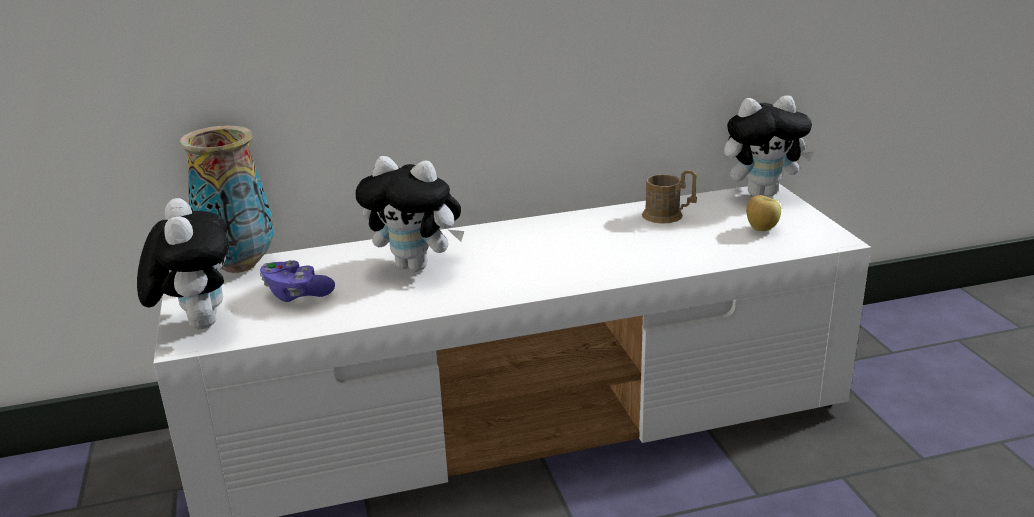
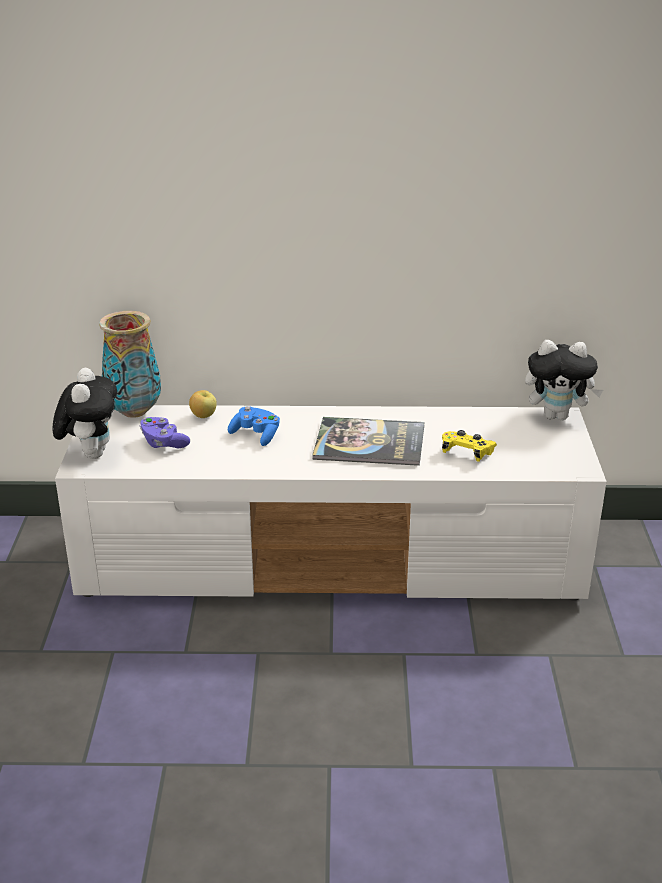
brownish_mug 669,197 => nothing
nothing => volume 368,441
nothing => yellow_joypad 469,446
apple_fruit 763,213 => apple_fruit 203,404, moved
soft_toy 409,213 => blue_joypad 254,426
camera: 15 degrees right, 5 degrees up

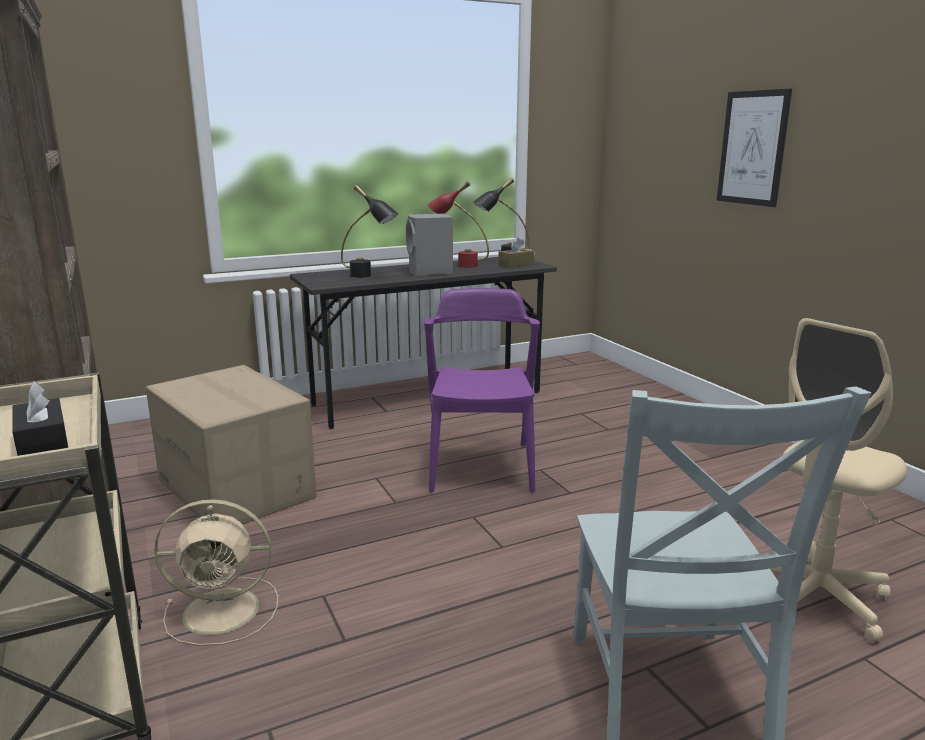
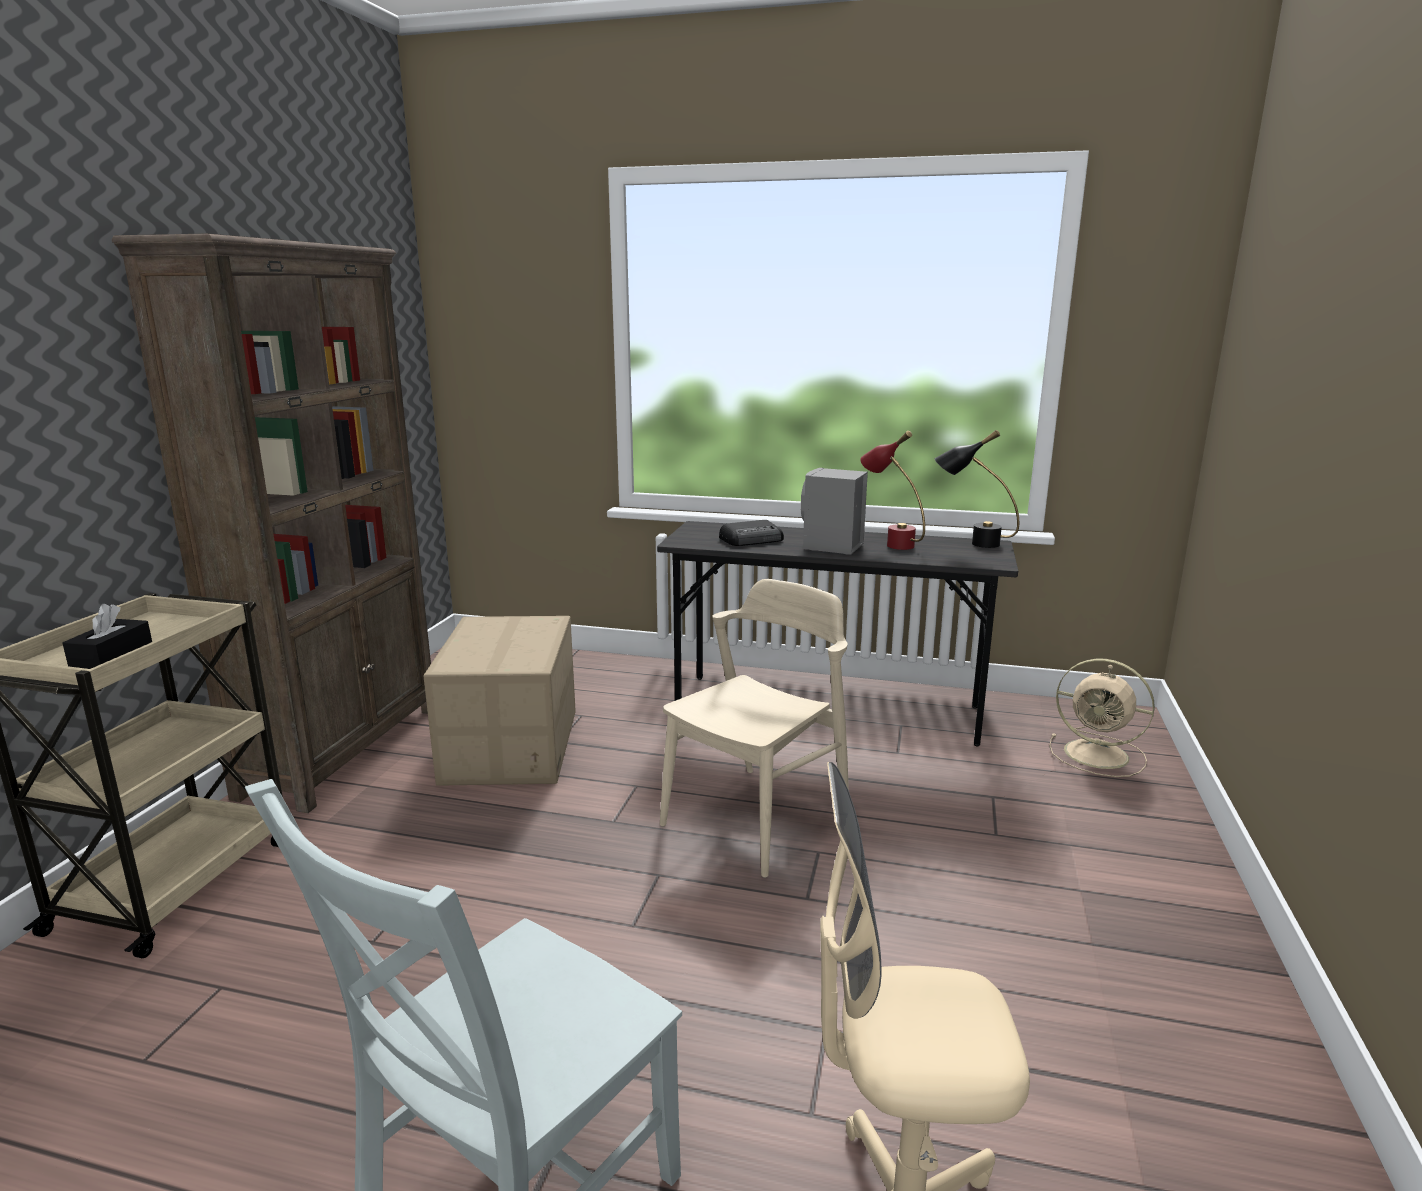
brownish_tissue_box 516,252 => nothing
picture 754,148 => nothing
beige-coloured_fan 216,572 => beige-coloured_fan 1102,718, moved
black-coloured_lamp_for_a_table 369,231 => radio_set 751,533
purplish_plain_chair 482,390 => beige-coloured_plain_chair 754,728
camera: 40 degrees right, 0 degrees up

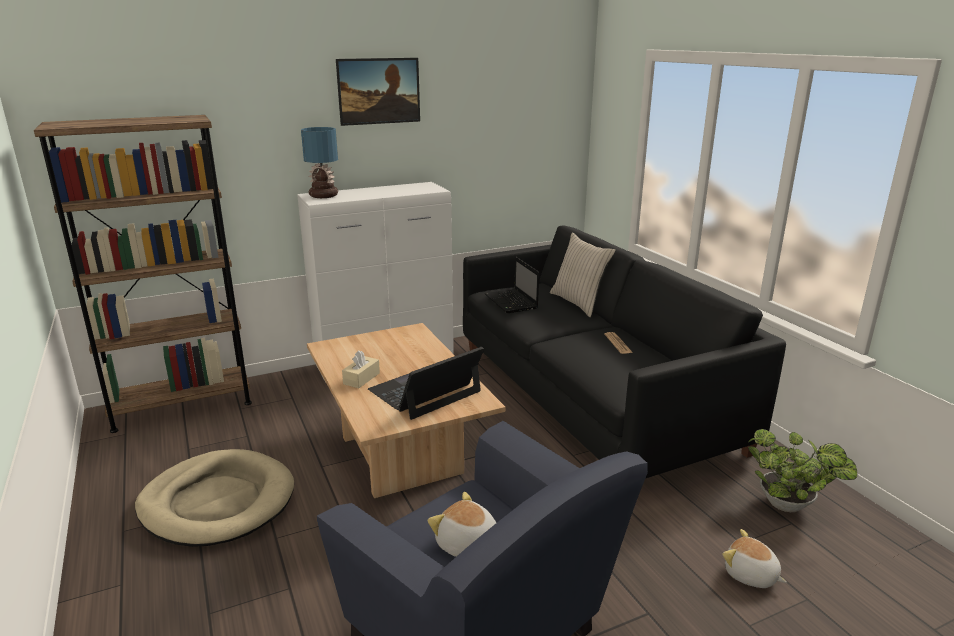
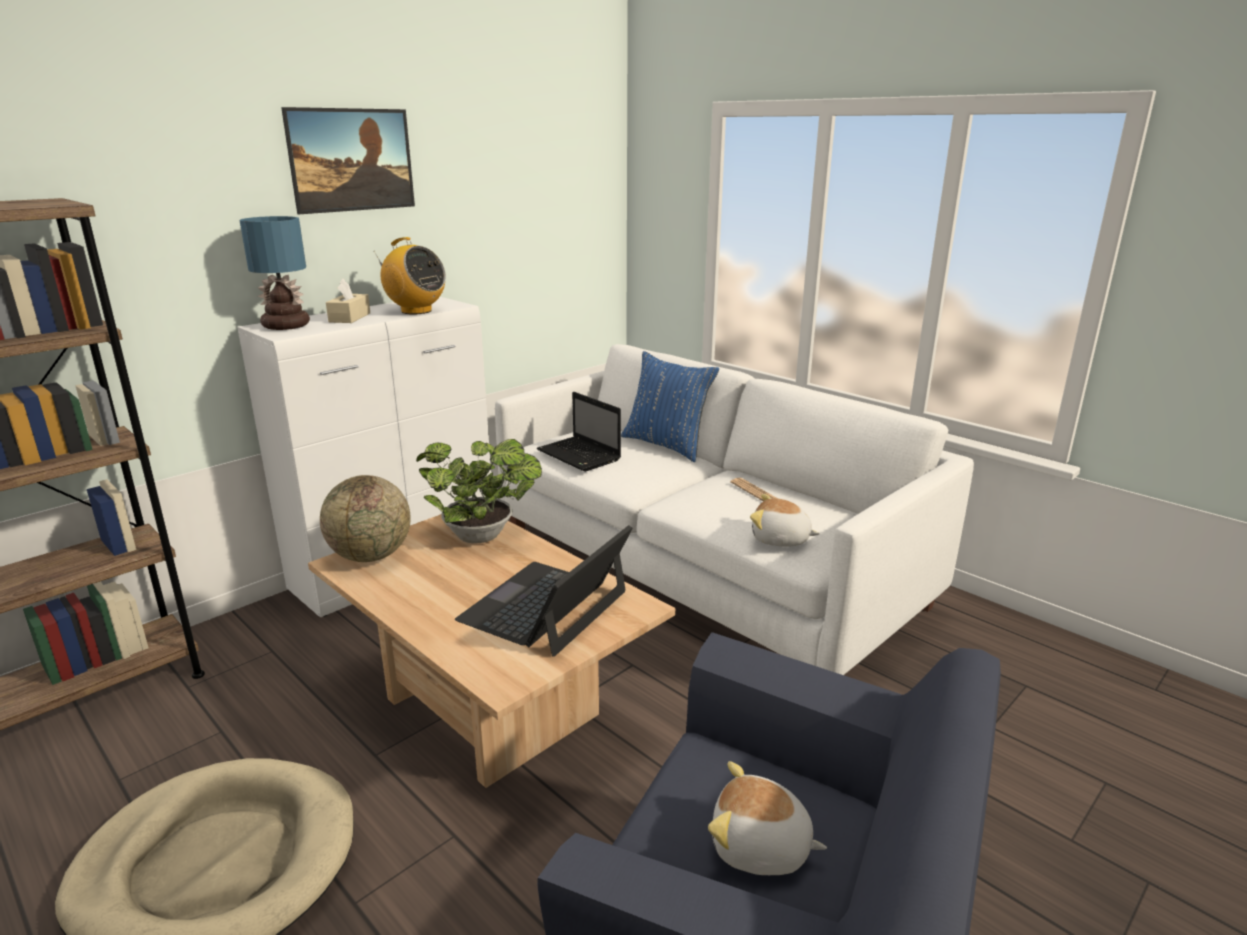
nothing => desk_globe 365,518
nothing => radio_set 410,275
beige-coloured_tissue_box 361,369 => beige-coloured_tissue_box 348,301, moved
soft_toy 754,558 => soft_toy 784,520, moved
houseplant 802,470 => houseplant 479,491, moved
black-coloured_sofa 624,352 => white-coloured_sofa 734,509
beige-coloured_throw_pillow 583,275 => blue_throw_pillow 670,406
camera: 20 degrees left, 0 degrees up

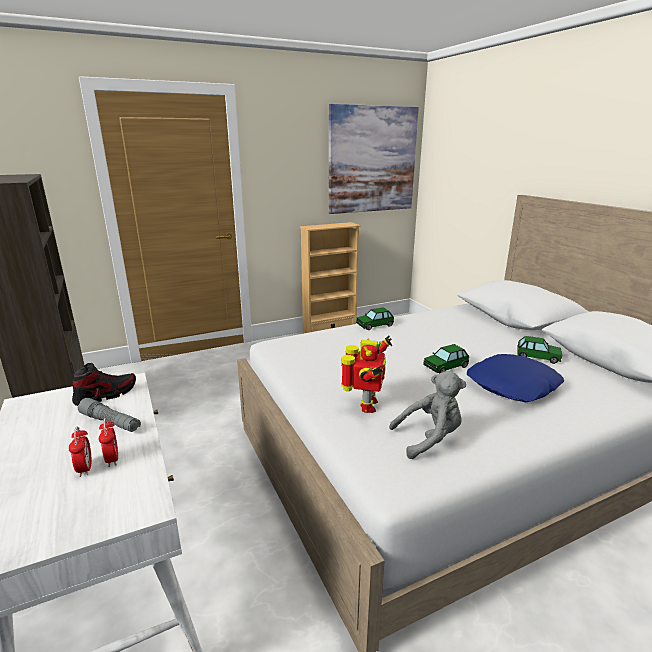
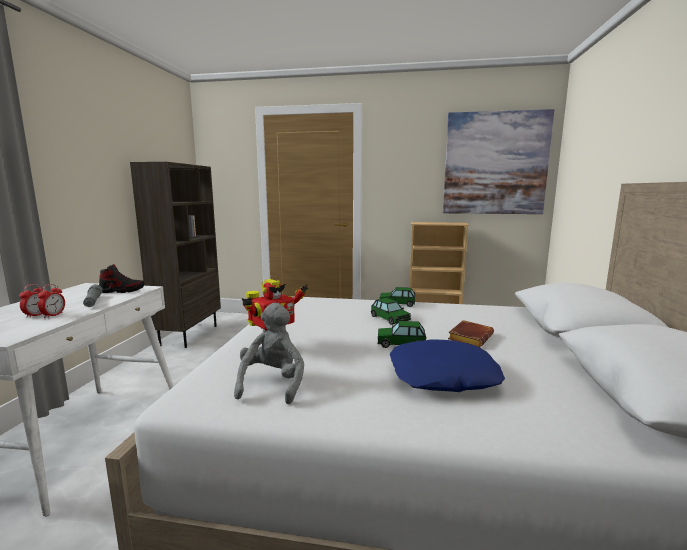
nothing => brownish_volume 471,334
toy_car 539,350 => toy_car 391,311, moved
greyish_soft_toy 427,415 => greyish_soft_toy 269,353, 105 degrees counterclockwise
camera: 35 degrees right, 10 degrees down

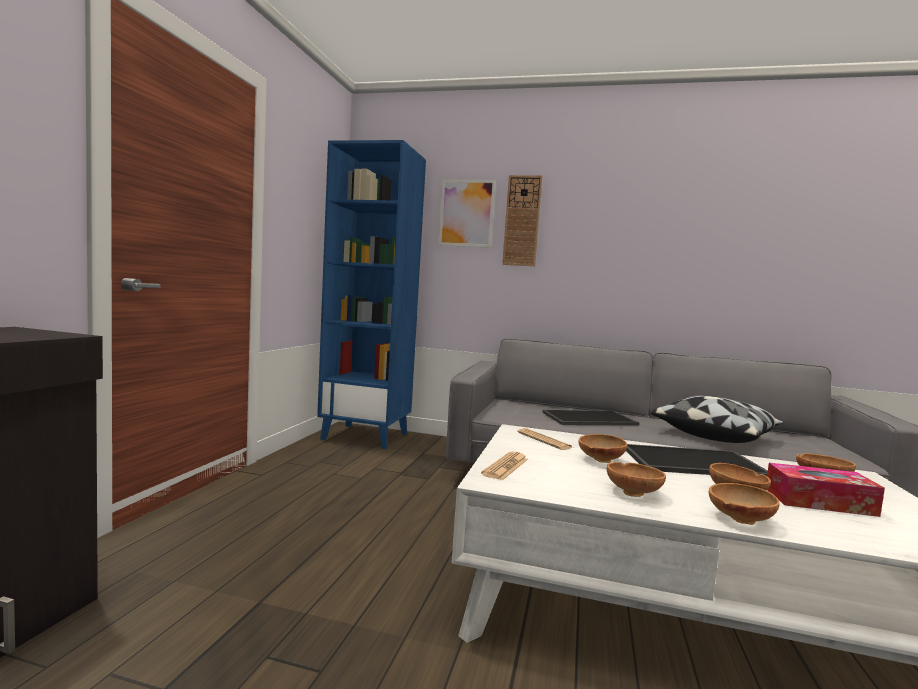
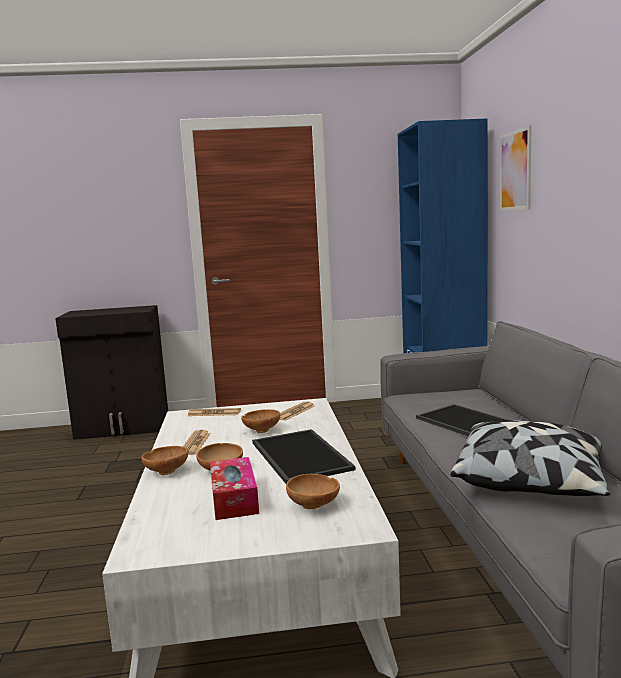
clock_on_the_wall 522,220 => nothing
brownish_bowl 636,479 => newspaper 197,442
camera: 70 degrees right, 5 degrees up

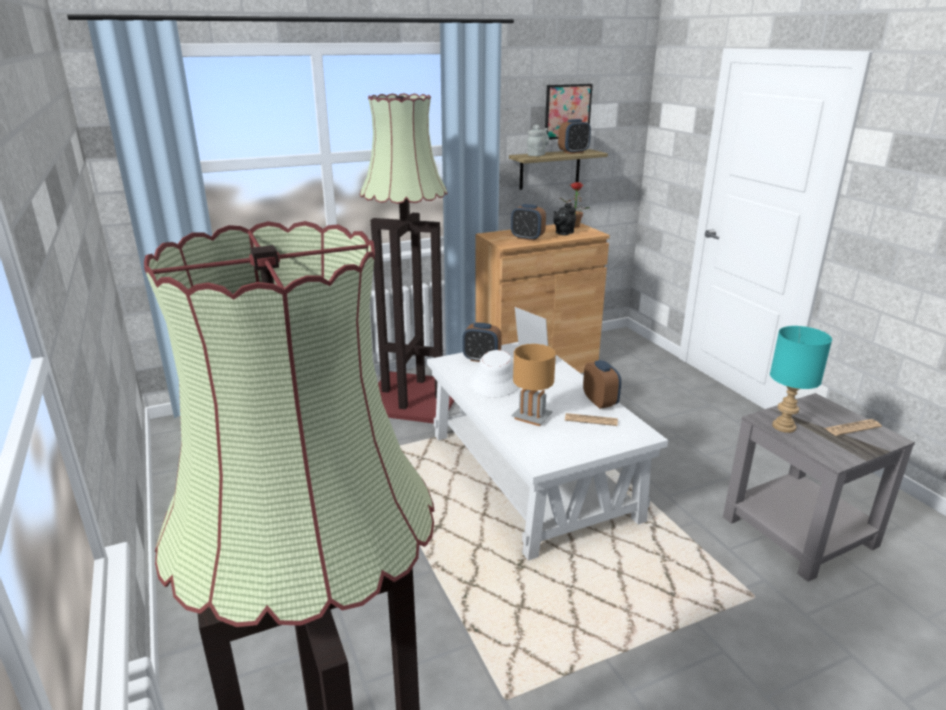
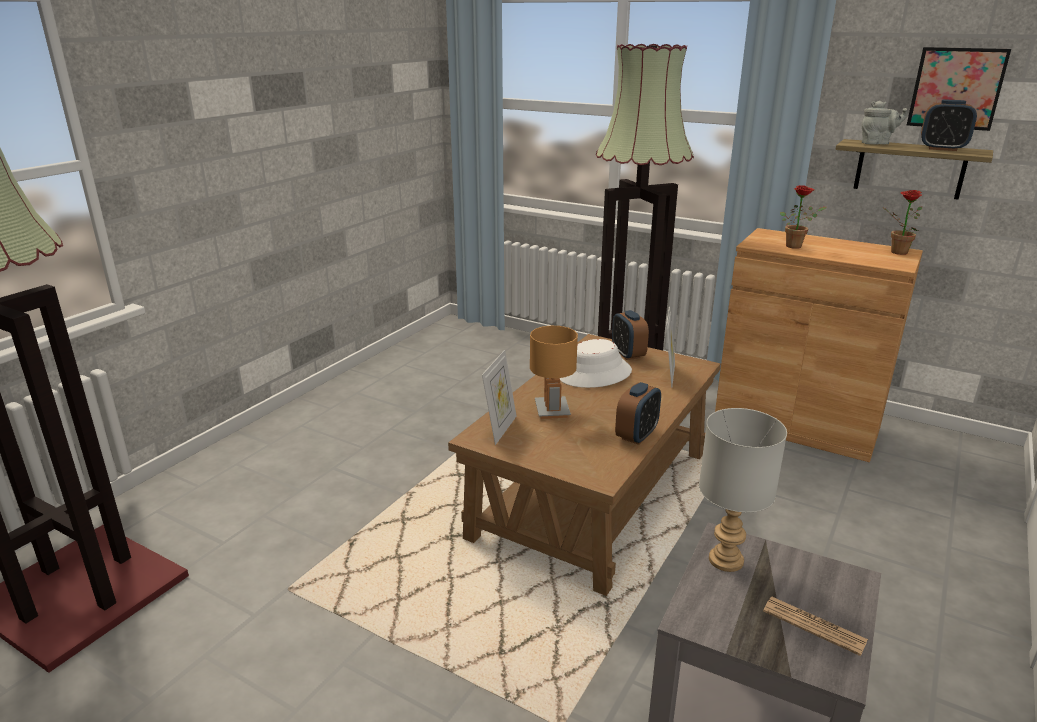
black-coloured_tea_pot 564,219 => nothing
newspaper 591,419 => nothing
nothing => standing_frame 499,397
table_clock 528,222 => houseplant 803,217
white-coloured_lounge_table 547,451 => brownish_lounge_table 584,465
blue-green_lamp_for_a_table 801,379 => greyish_lamp_for_a_table 743,490
camera: 55 degrees right, 0 degrees up

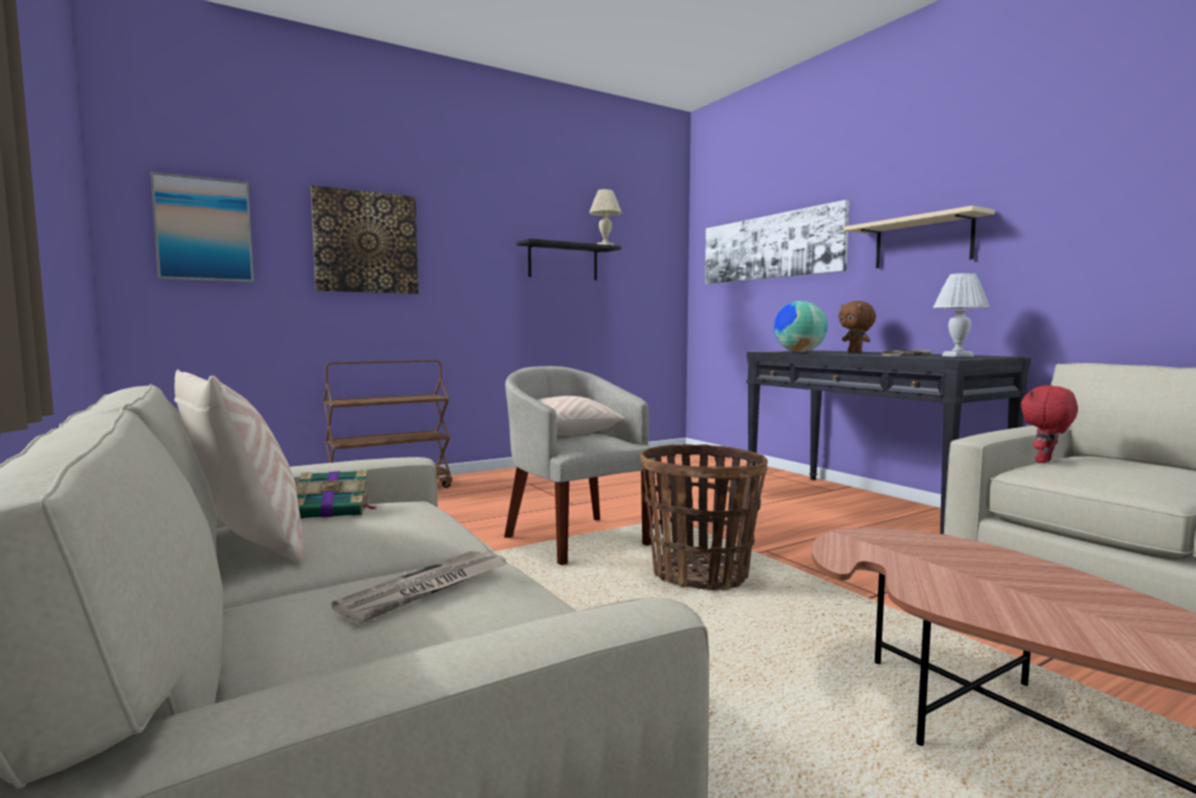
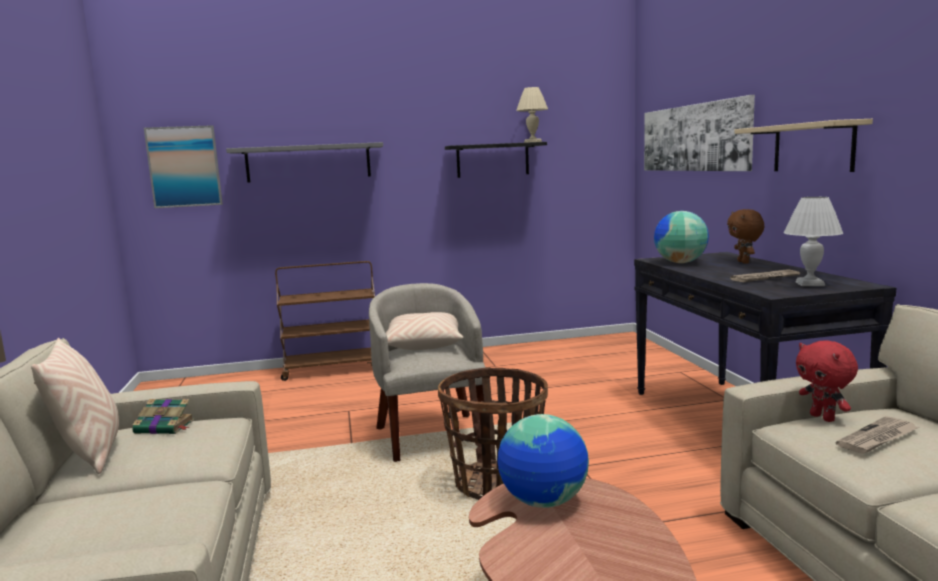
nothing => desk_globe 543,461
newspaper 419,586 => newspaper 878,435, moved
picture 364,239 => greyish_shelf 304,162
red_soft_toy 1049,424 => red_soft_toy 827,381, 90 degrees counterclockwise
camera: 20 degrees right, 5 degrees up

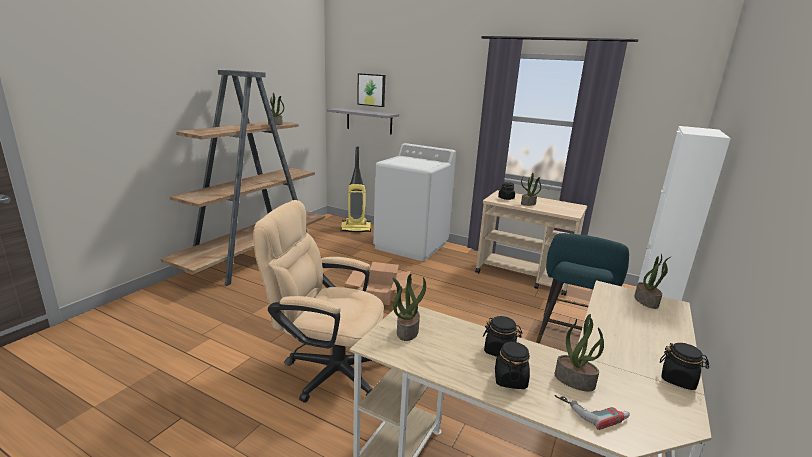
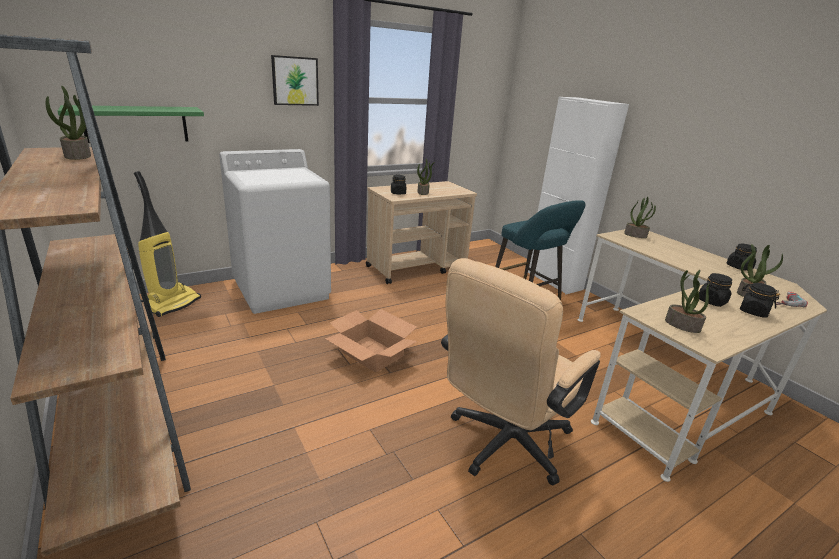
picture 371,90 => picture 295,80, moved
greyish_shelf 363,121 => green-coloured_shelf 131,124
camera: 60 degrees left, 5 degrees up

